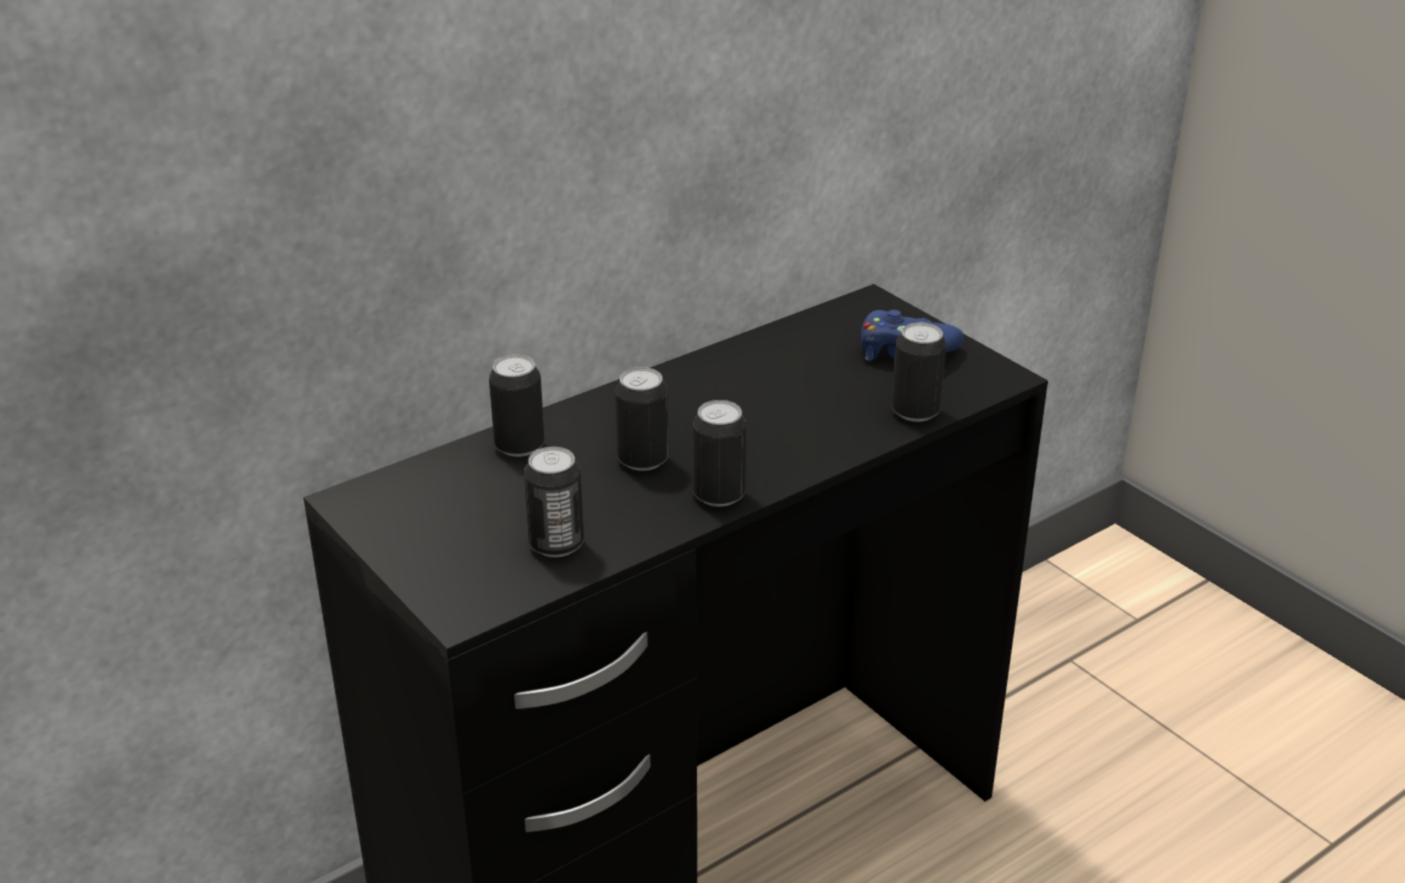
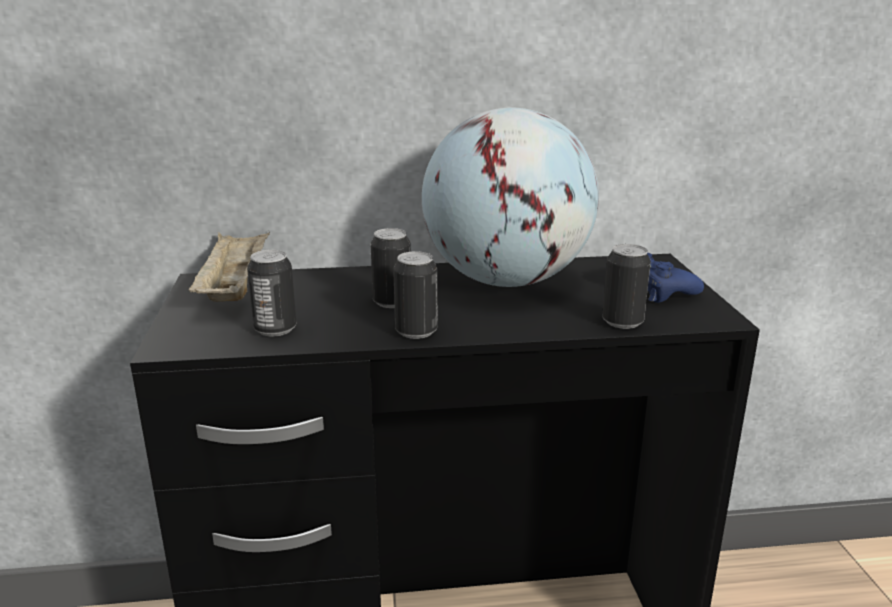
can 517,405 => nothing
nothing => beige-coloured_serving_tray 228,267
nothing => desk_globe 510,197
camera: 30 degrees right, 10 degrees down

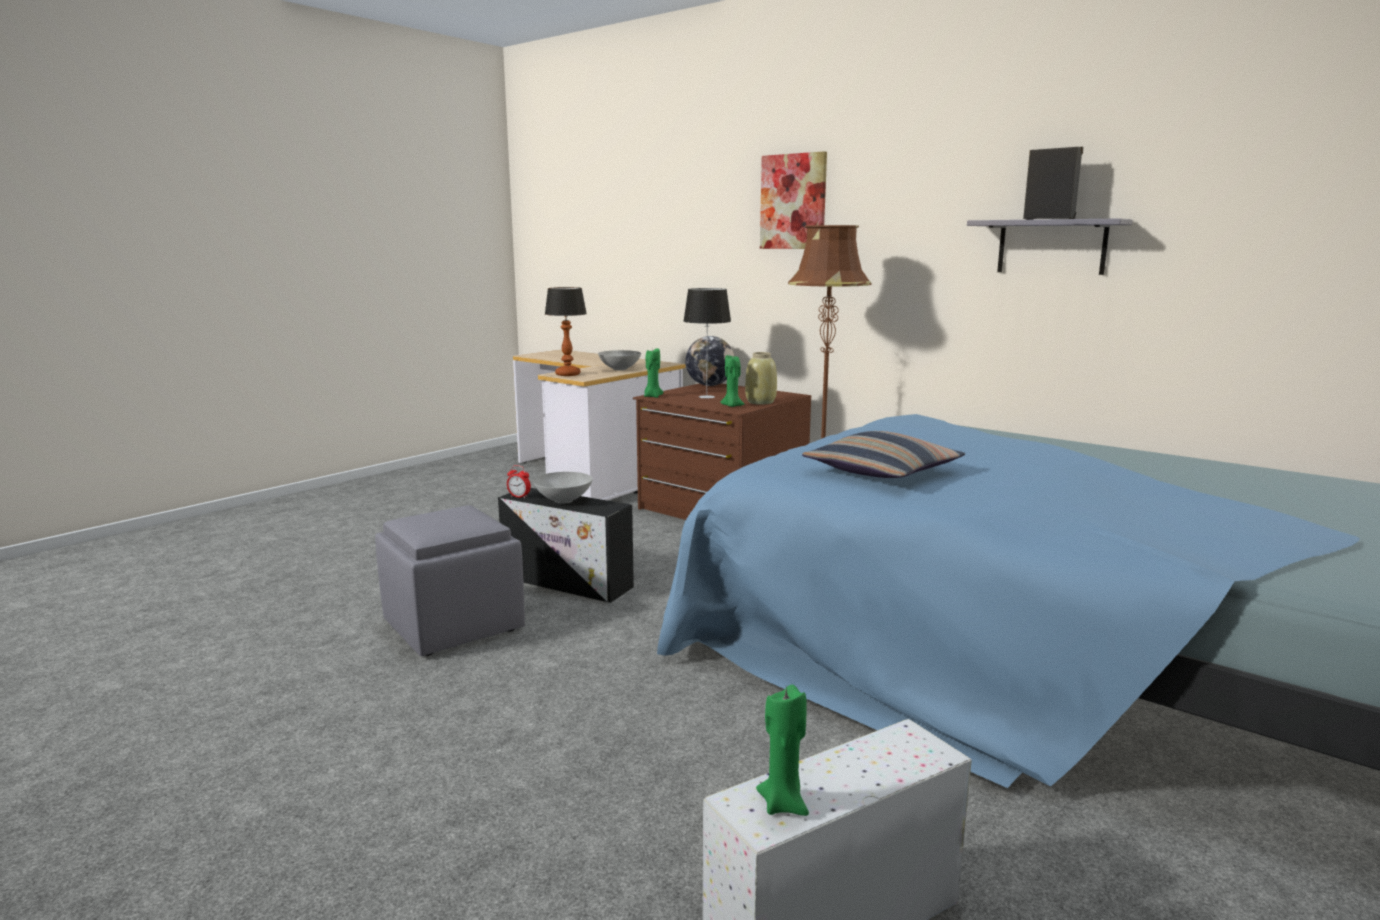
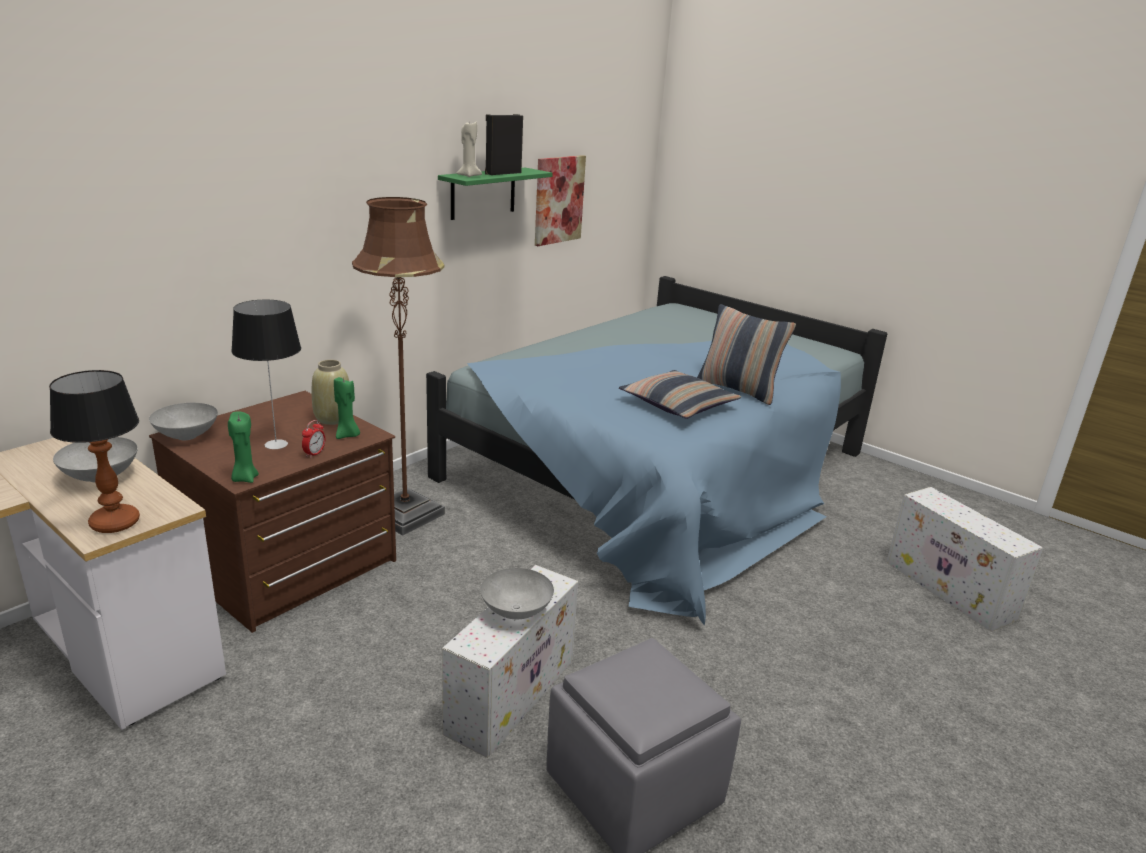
green-coloured_candle 782,750 => nothing
nothing => beige-coloured_candle 469,149
nothing => throw_pillow 746,354
table_clock 519,482 => table_clock 313,439, moved
picture 793,200 => picture 560,200, moved
desk_globe 710,361 => greyish_bowl 183,421
black-coloured_storage_container 566,545 => white-coloured_storage_container 510,661
greyish_shelf 1050,246 => green-coloured_shelf 495,194
camera: 90 degrees left, 10 degrees up

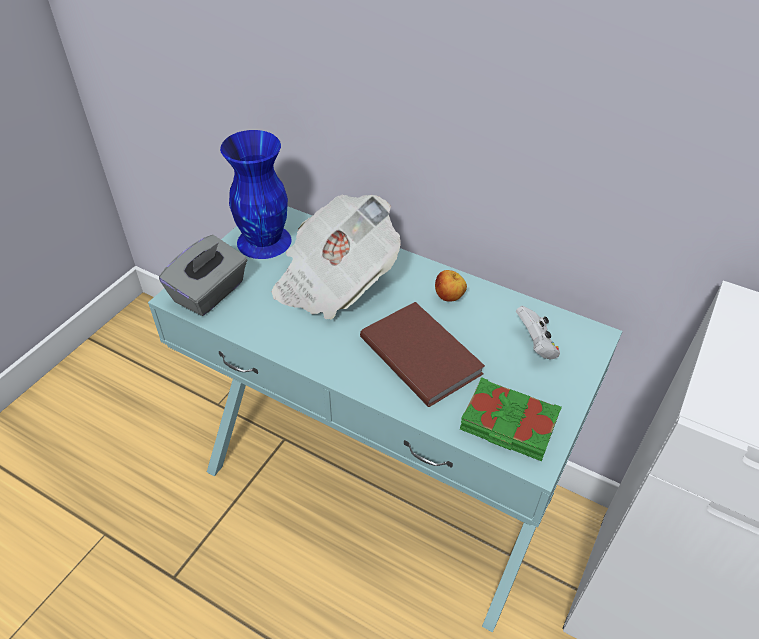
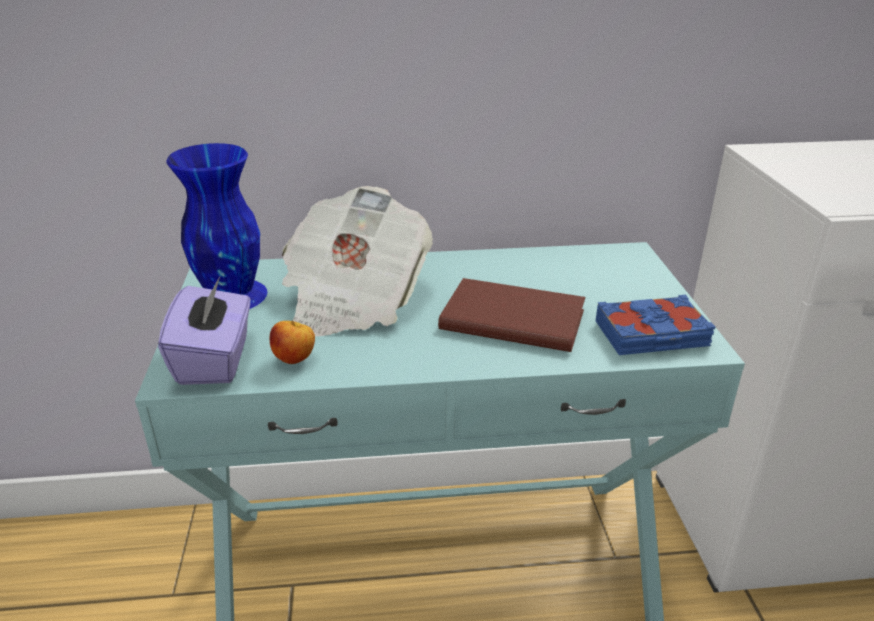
white-coloured_joypad 538,333 => nothing
apple_fruit 451,285 => apple_fruit 292,342, moved
greyish_tissue_box 203,275 => purplish_tissue_box 204,331
green-coloured_volume 511,419 => blue_volume 656,325
camera: 35 degrees left, 15 degrees down

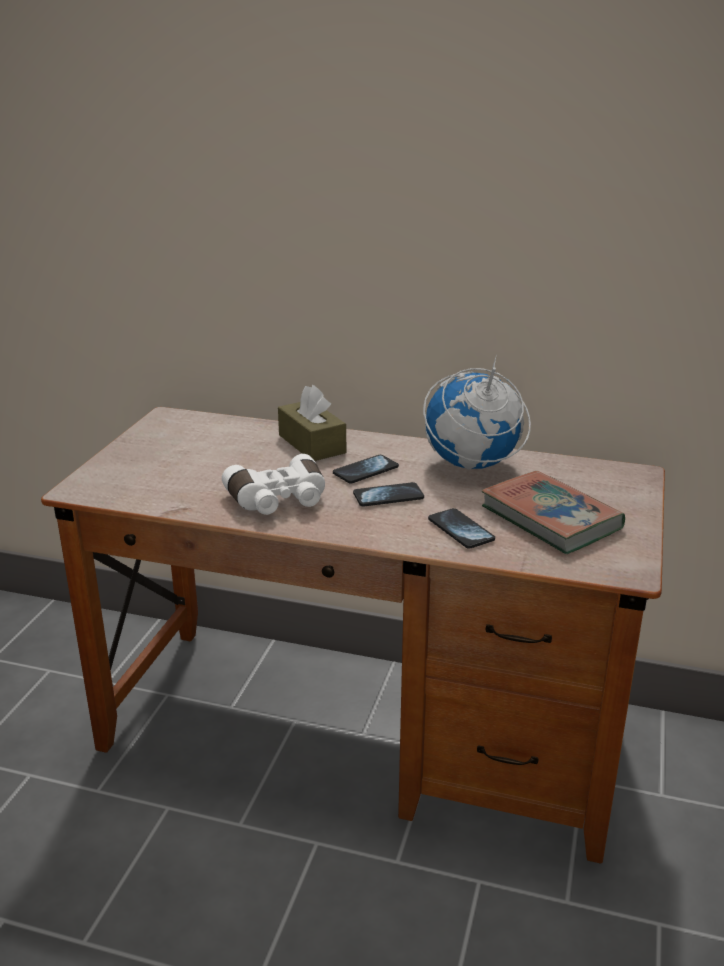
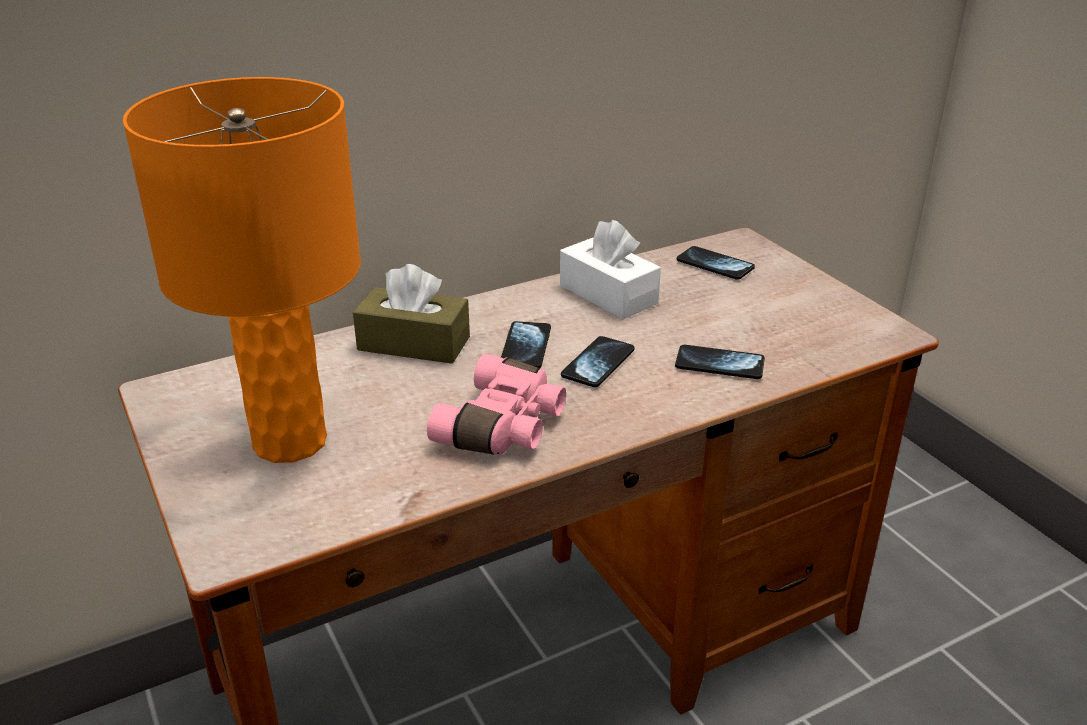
volume 553,512 => nothing
nothing => orangey_lamp_for_a_table 242,270
nothing => phone 716,263
desk_globe 477,412 => white-coloured_tissue_box 610,269
white-coloured_binoculars 273,484 => pinkish_binoculars 496,404
camera: 45 degrees left, 5 degrees up

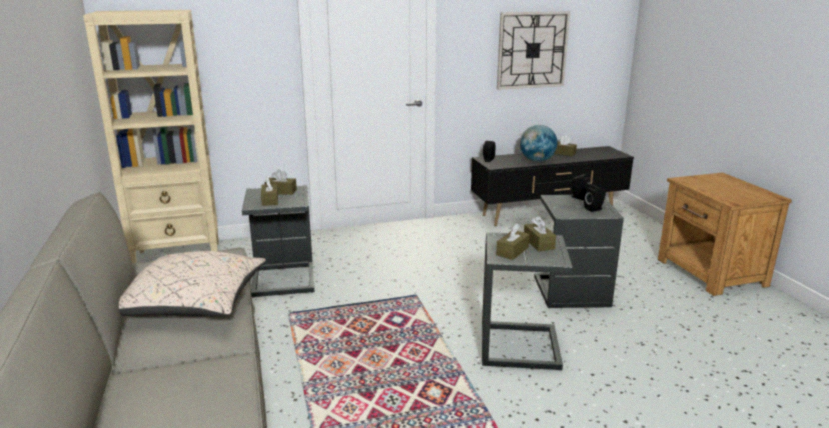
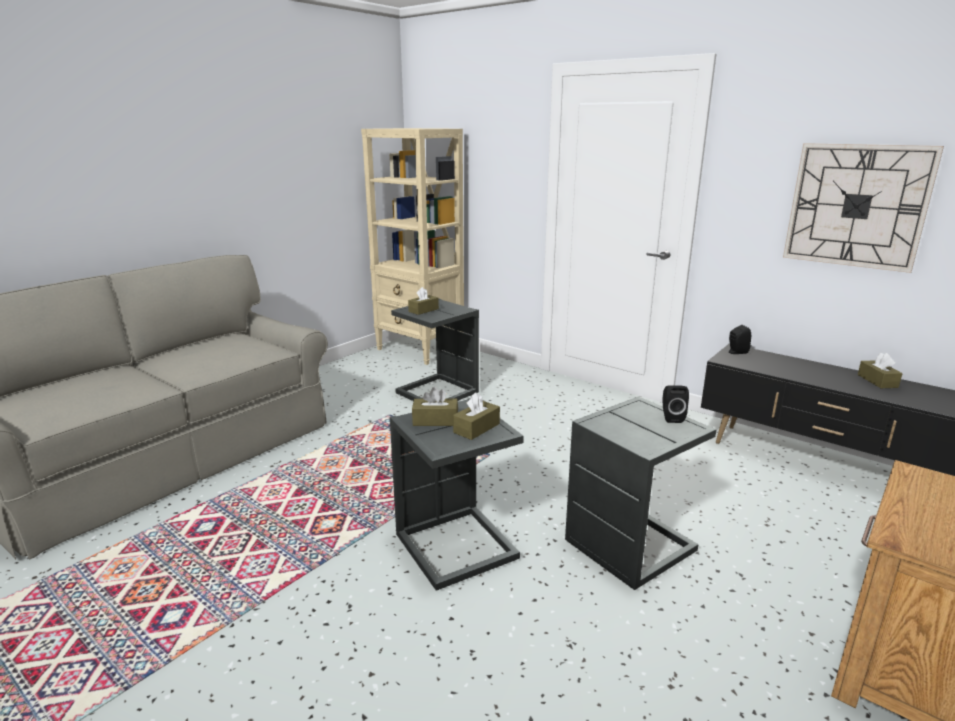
beige-coloured_throw_pillow 192,284 => nothing
brownish_tissue_box 281,182 => nothing
desk_globe 538,143 => nothing
black-coloured_audio_speaker 595,198 => nothing
camera: 55 degrees right, 0 degrees up

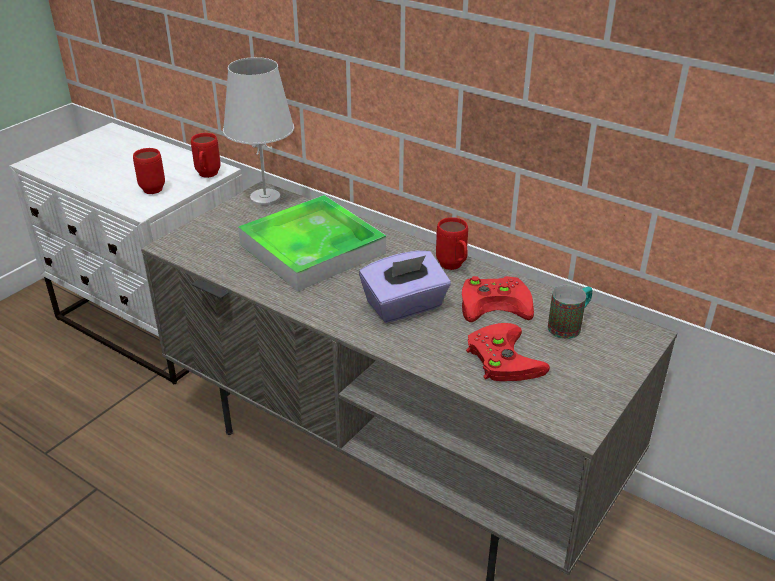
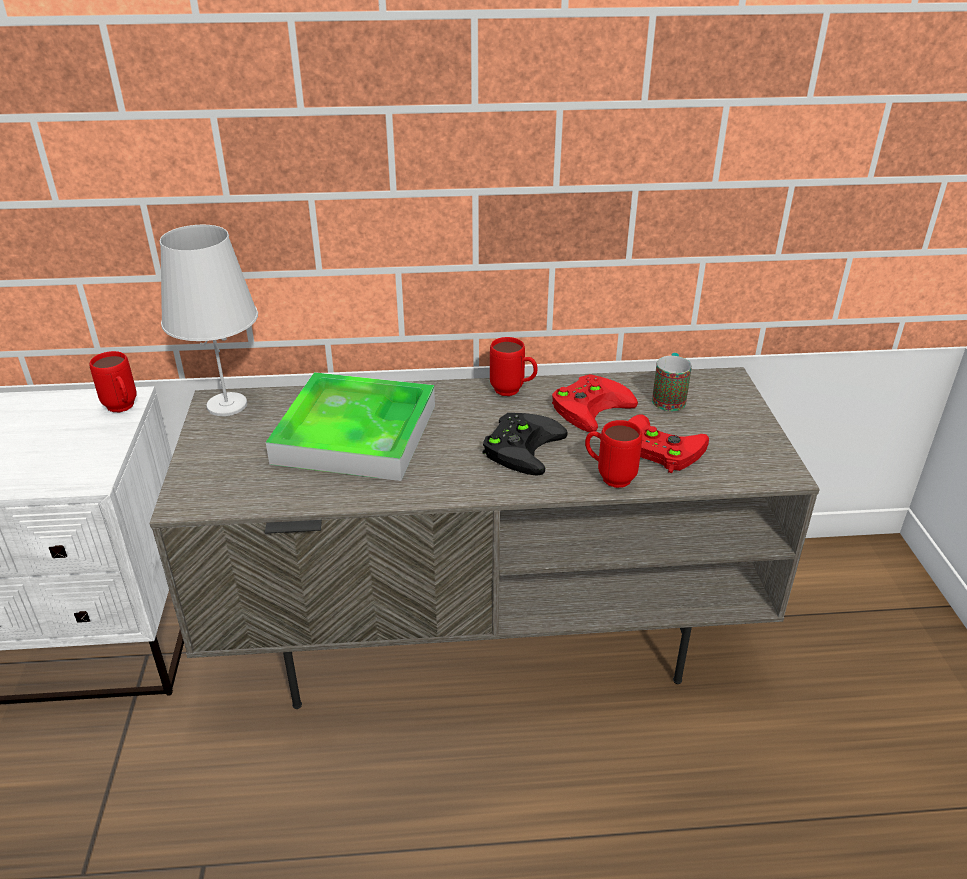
red_mug 149,171 => red_mug 613,454, moved
purplish_tissue_box 405,287 => black-coloured_joypad 525,444
camera: 40 degrees left, 0 degrees up

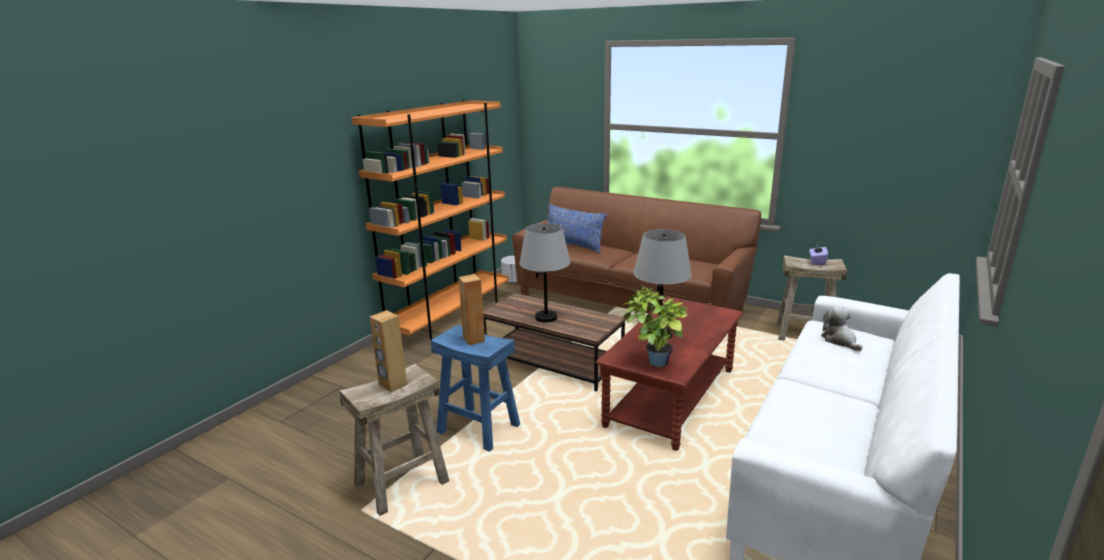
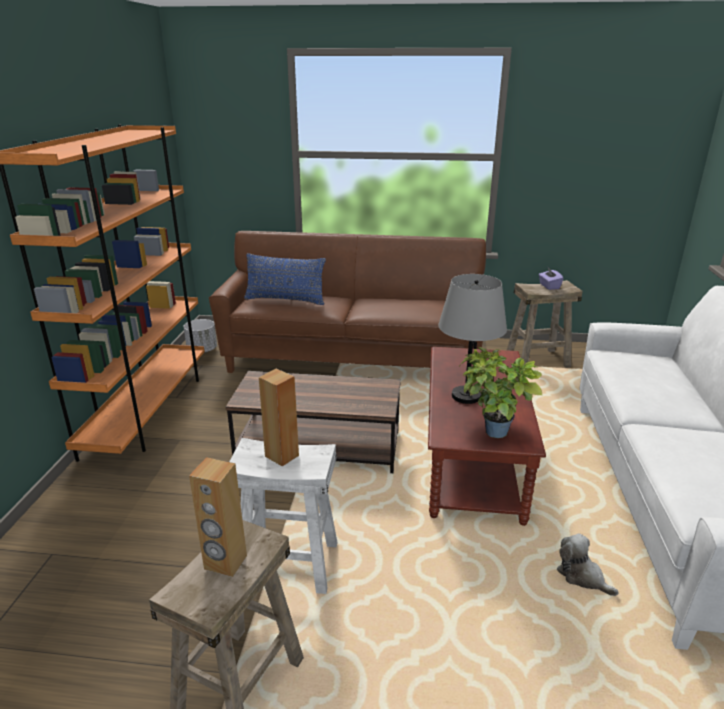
greyish_lamp_for_a_table 544,272 => nothing
soft_toy 842,329 => soft_toy 588,565, moved
blue_sitting_stool 475,388 => white-coloured_sitting_stool 283,516
camera: 25 degrees left, 5 degrees up

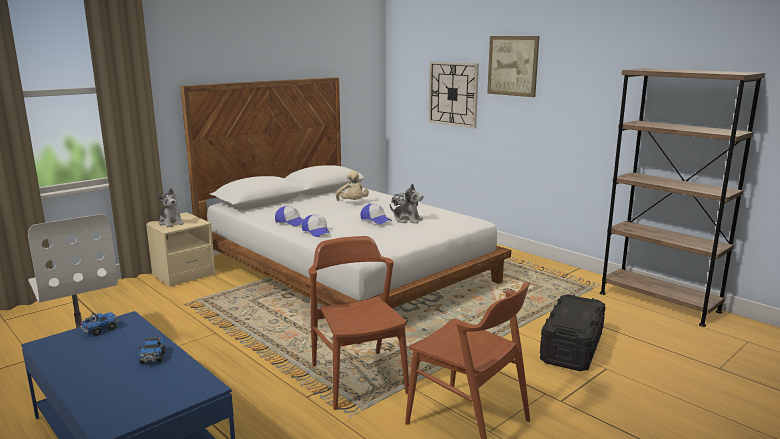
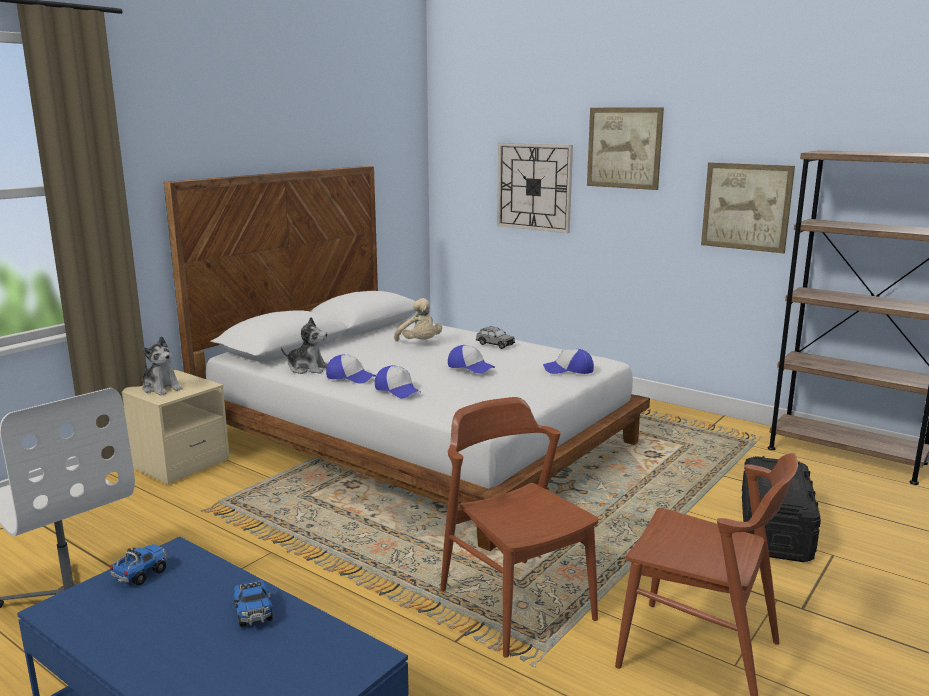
nothing => cap 568,361
nothing => picture 748,207
soft_toy 407,203 => soft_toy 304,345, moved
camera: 10 degrees left, 0 degrees up

